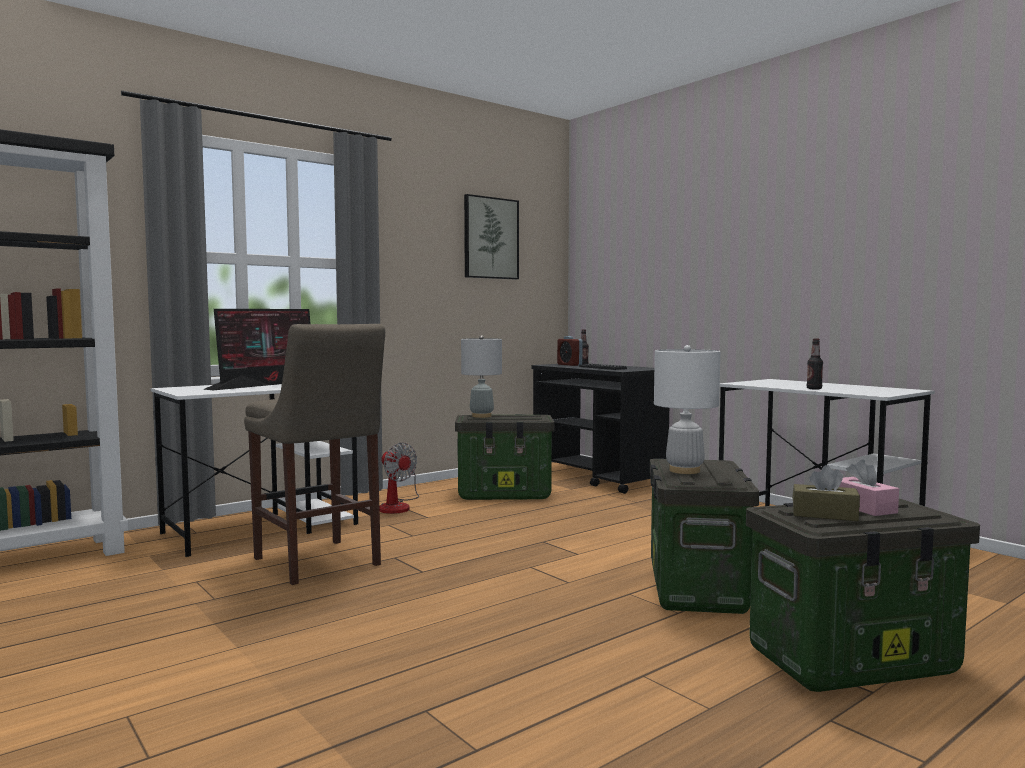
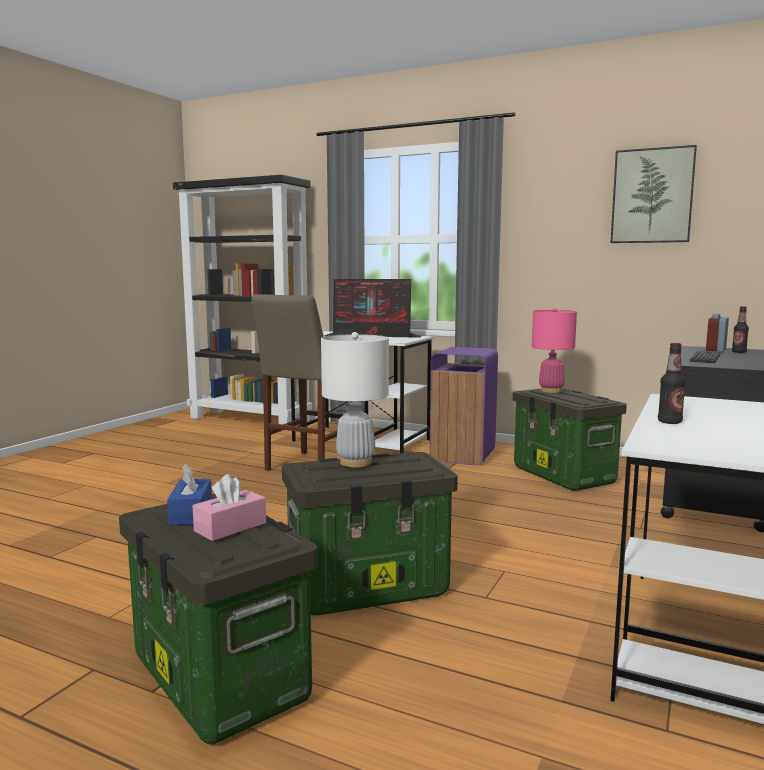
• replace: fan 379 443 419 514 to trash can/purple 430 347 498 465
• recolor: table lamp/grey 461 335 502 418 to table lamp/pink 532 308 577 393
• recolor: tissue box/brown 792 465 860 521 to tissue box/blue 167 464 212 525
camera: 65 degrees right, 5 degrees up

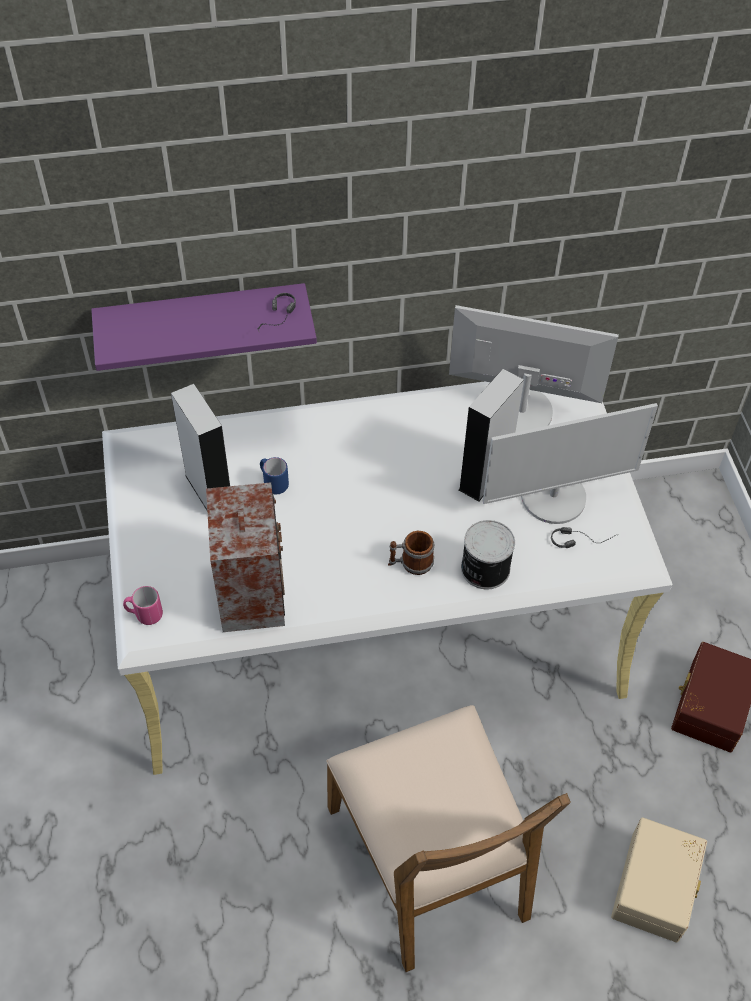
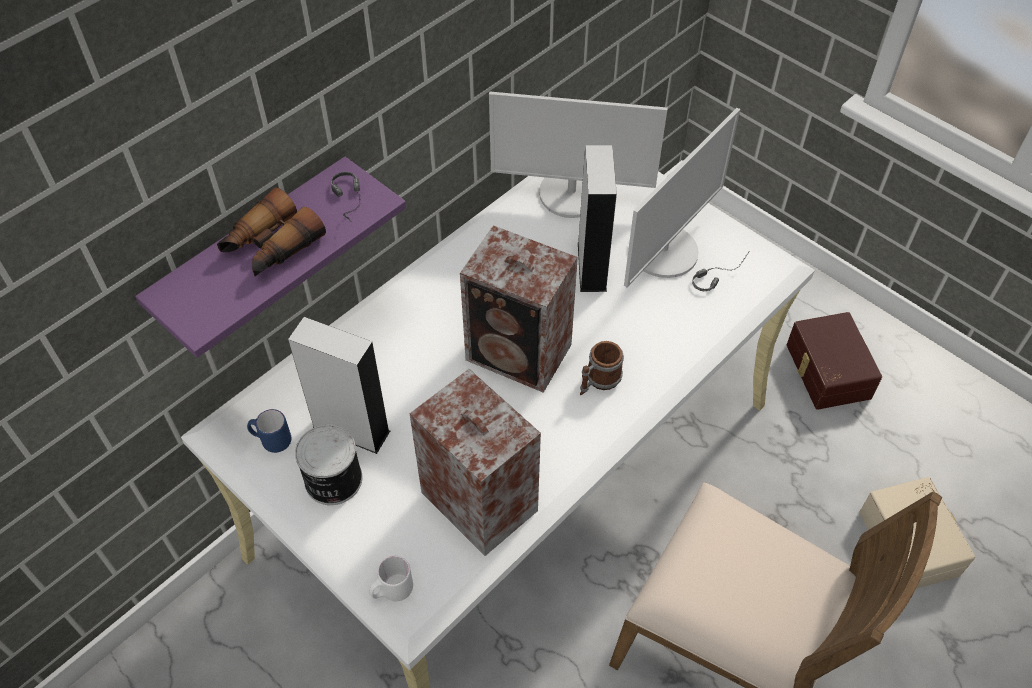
• insert: binoculars 217 187 326 277
• insert: speaker 460 225 578 393
• move: mug/blue 260 457 289 494 to 247 409 291 453
• move: can 461 520 515 589 to 295 424 363 505
• recolor: mug/pink 123 586 163 625 to mug/white 369 556 413 601
• rotate: monitor 449 305 619 432 = 489 91 667 218 150 degrees counterclockwise
camera: 35 degrees left, 0 degrees up

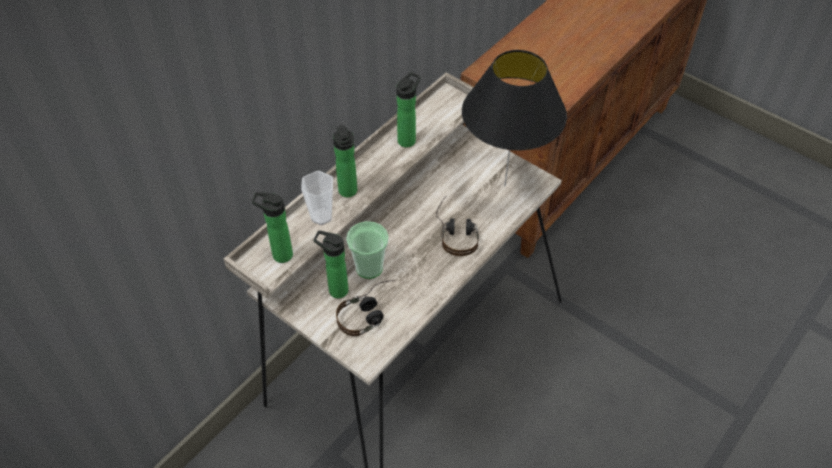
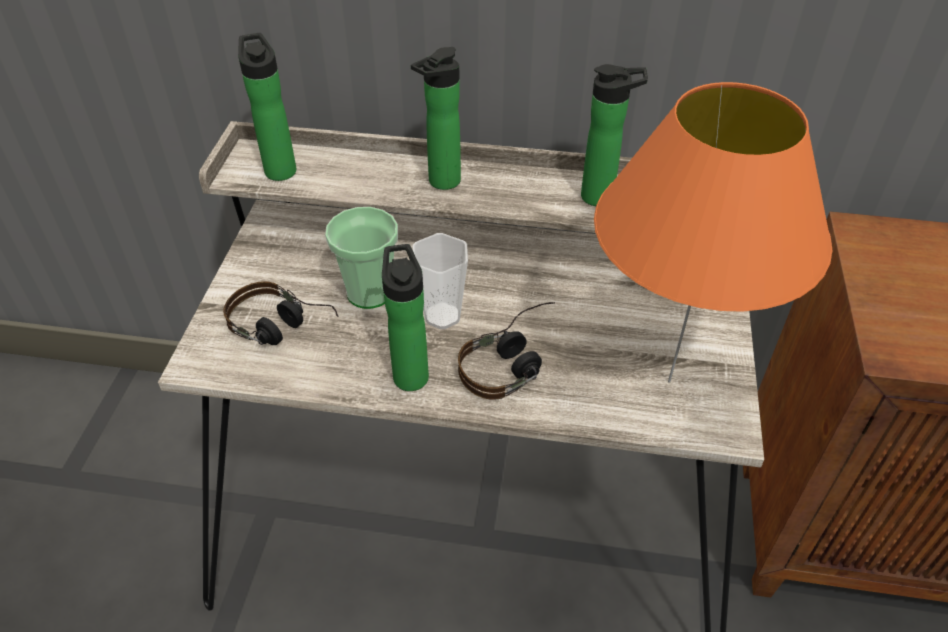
• move: cup 301 171 333 225 to 413 233 468 329
• move: bottle 314 230 349 299 to 382 244 429 391
• recolor: table lamp/black 462 50 567 186 to table lamp/orange 594 82 832 383
camera: 60 degrees right, 5 degrees down

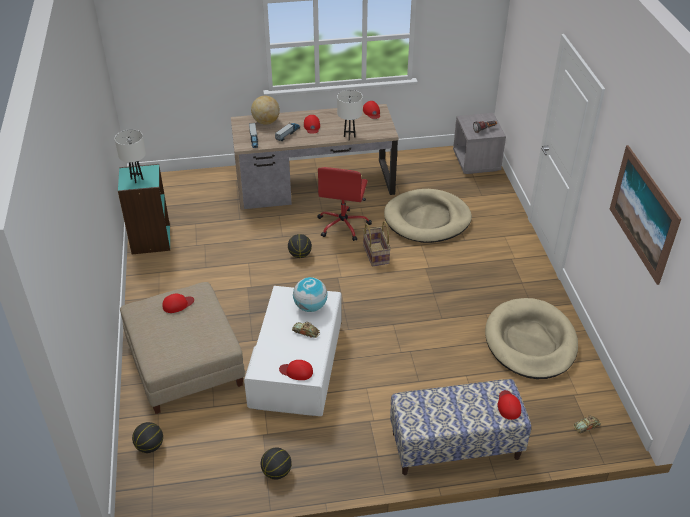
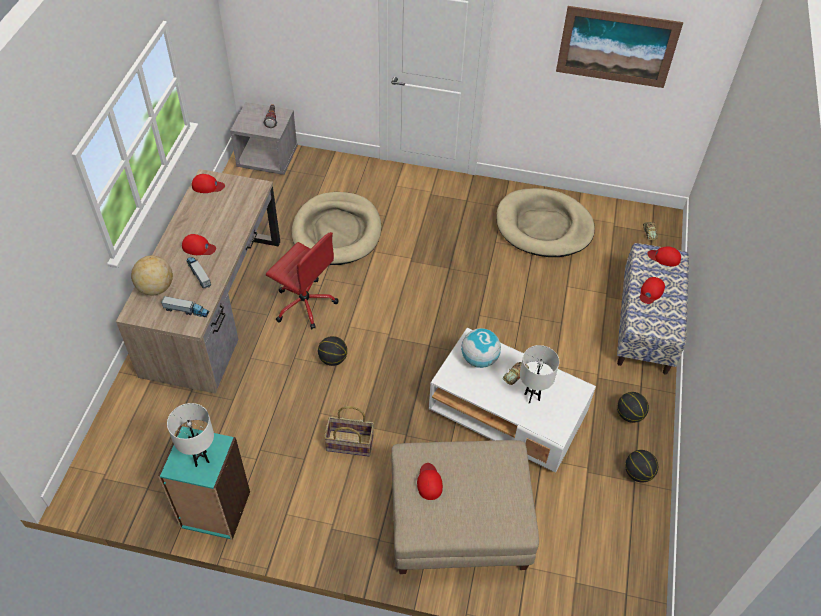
• move: basketball 132 422 163 453 to 617 392 649 423
• move: cap/red 279 360 313 380 to 640 277 665 304
• move: table lamp/white 337 90 363 140 to 520 345 559 404
• move: basket 363 221 391 267 to 324 406 374 457
camera: 70 degrees left, 10 degrees up

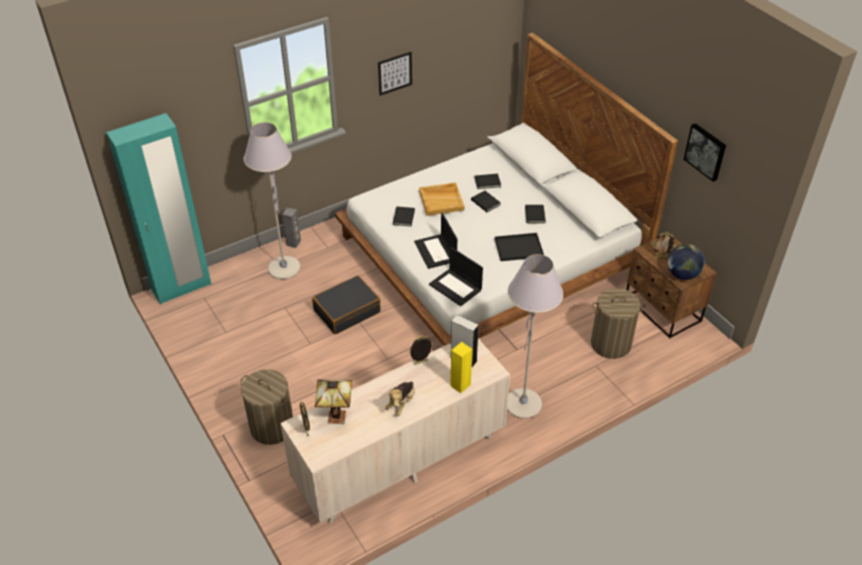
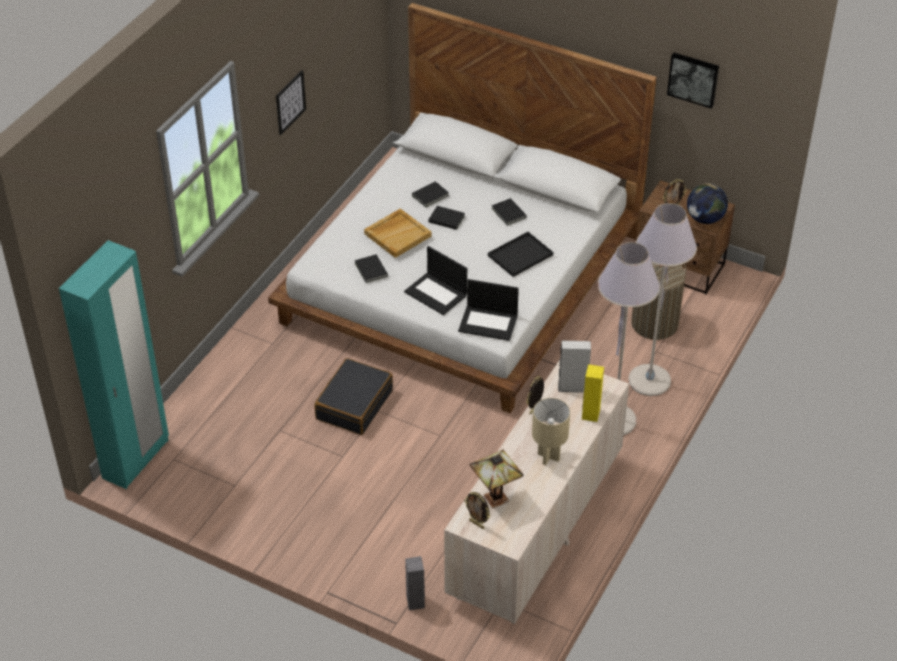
• delete: laundry basket 240 369 293 445
• move: floor lamp/grey 244 122 301 279 to 628 203 697 396
• move: speaker/grey 282 208 301 248 to 405 556 425 610
• replace: plush toy 385 381 415 416 to table lamp/beige 532 398 570 465
camera: 30 degrees left, 0 degrees up

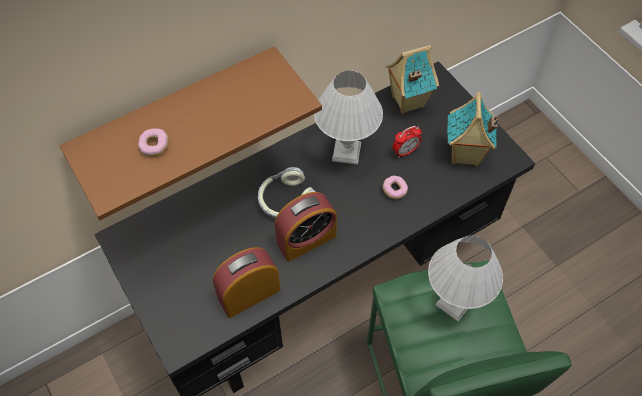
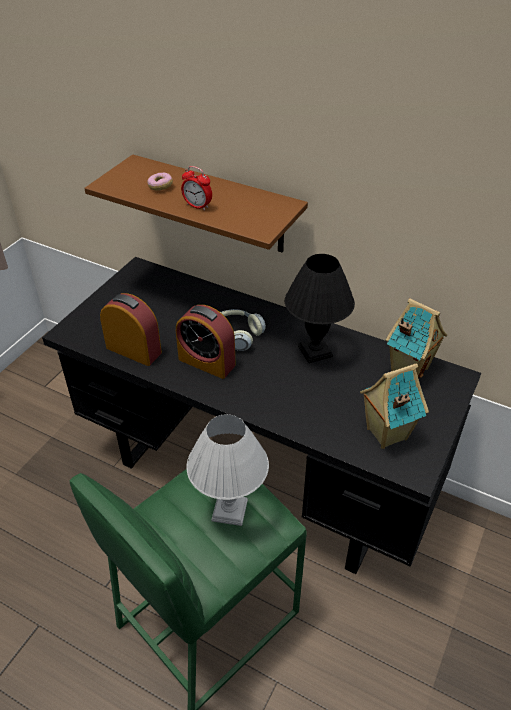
• delete: donut 383 176 408 199
• move: alarm clock 393 126 422 158 to 181 166 212 211
• recolor: table lamp/white 314 70 383 164 to table lamp/black 285 254 355 363
camera: 60 degrees right, 15 degrees down

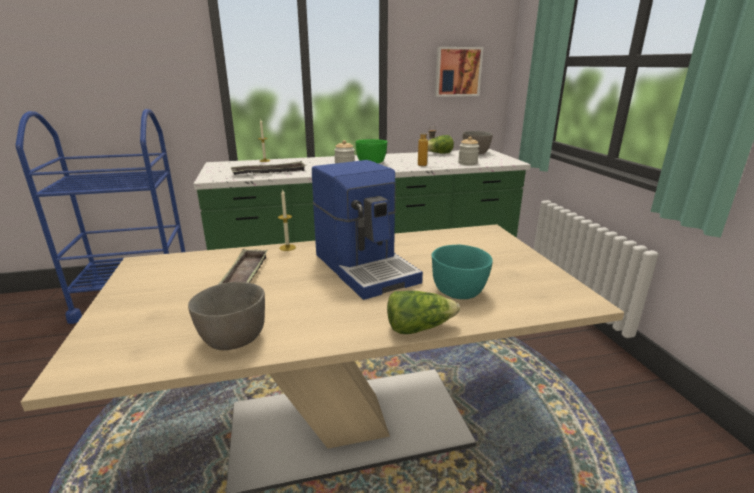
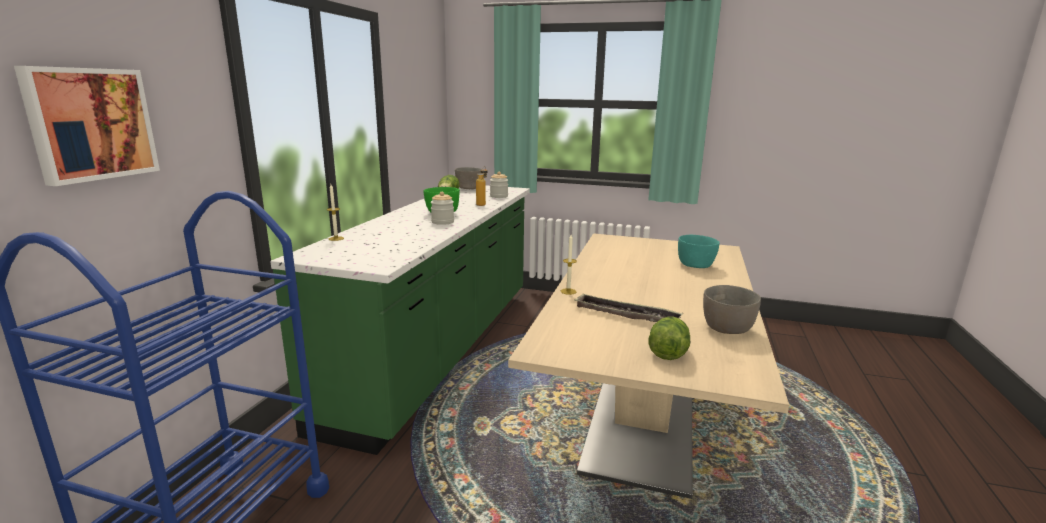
• delete: tray 230 161 306 175
• delete: coffee machine 312 160 423 300
• move: lettuce 387 291 460 334 to 648 317 690 360
• move: picture 435 47 483 97 to 14 66 160 186
camera: 60 degrees left, 5 degrees down

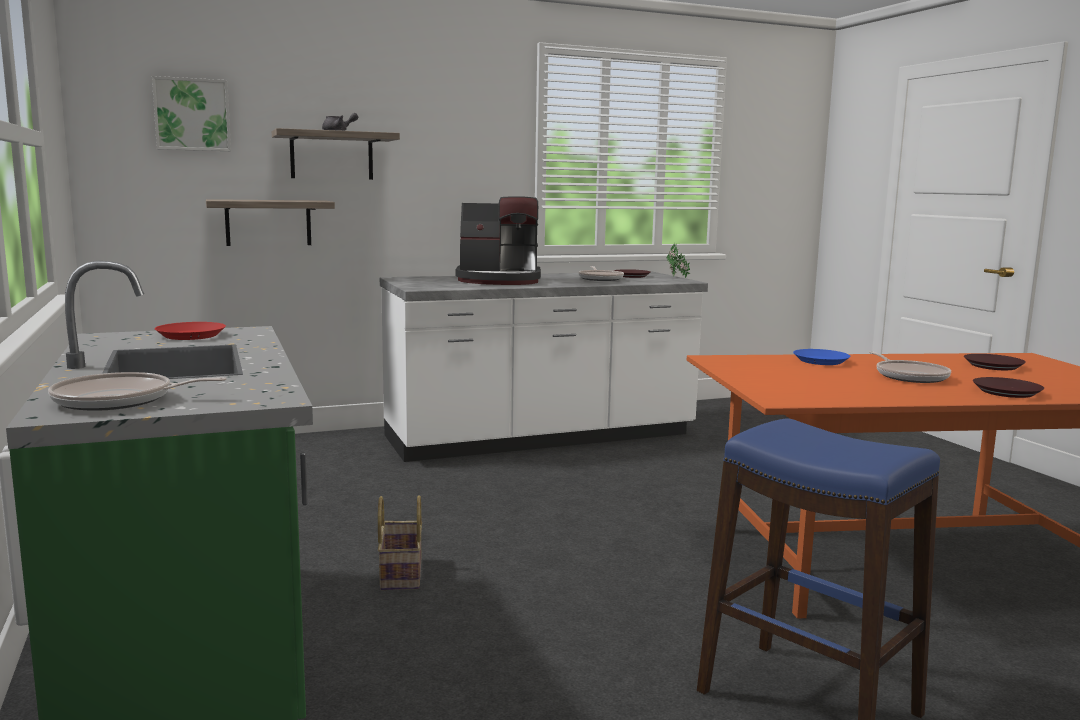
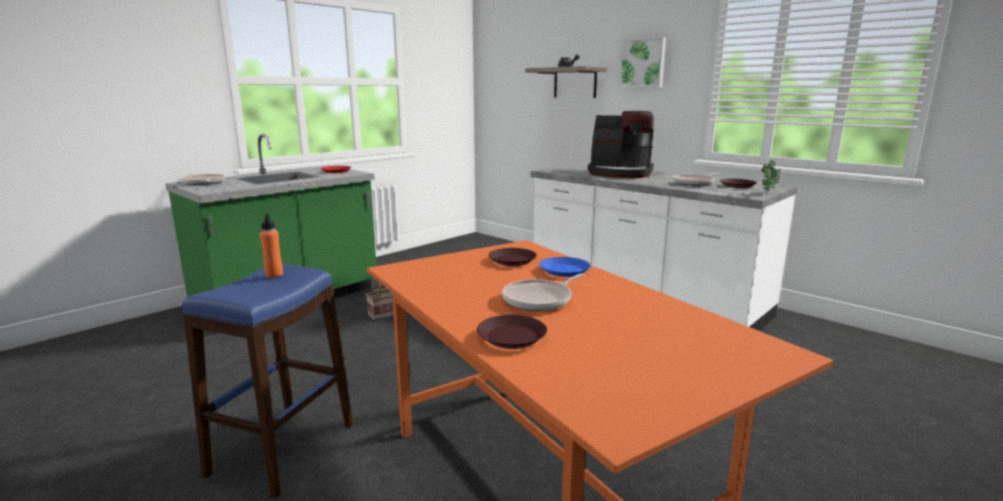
• delete: shelf 206 199 335 246
• insert: bottle/orange 260 213 283 278
• move: picture 152 76 231 151 to 619 37 666 87
• move: plate/brown 964 354 1026 370 to 488 248 537 266
• rotate: coffee machine 455 196 541 285 = 588 111 654 178 45 degrees counterclockwise
camera: 65 degrees right, 5 degrees up

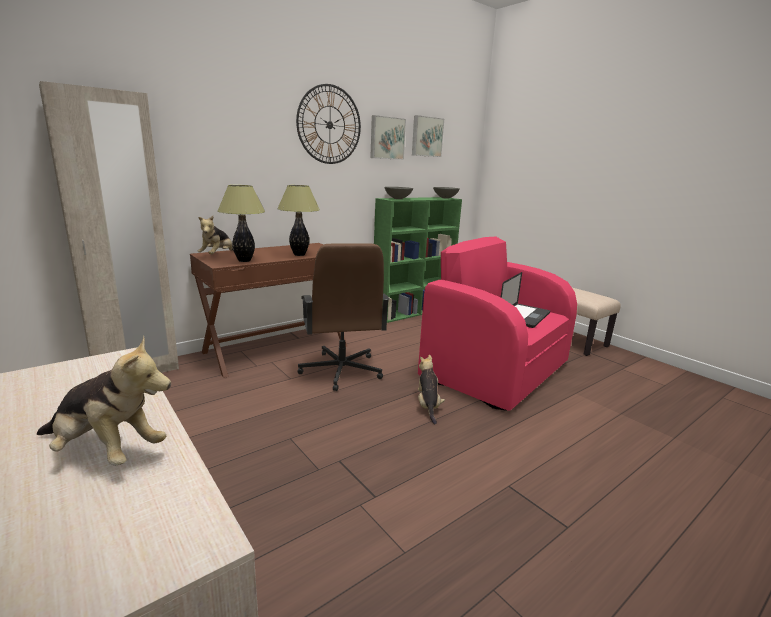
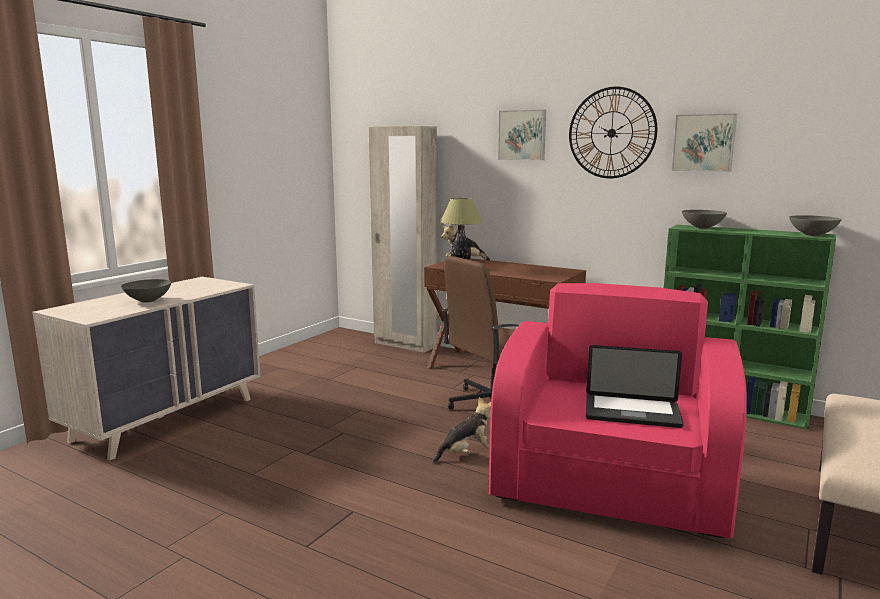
• delete: table lamp 277 185 320 256
• move: picture 412 115 444 157 to 498 110 546 160
• replace: plush toy 37 336 171 466 to bowl/grey 121 279 171 303
camera: 70 degrees right, 5 degrees down

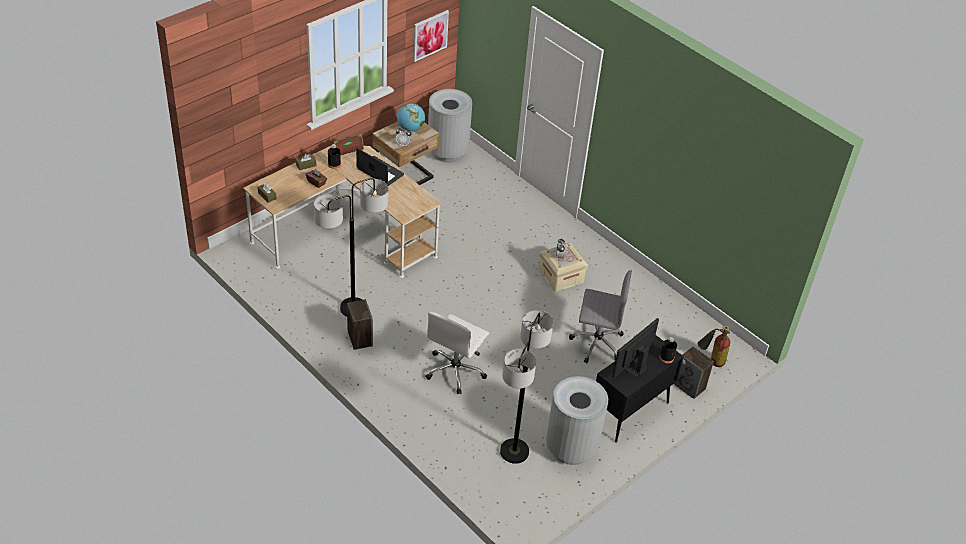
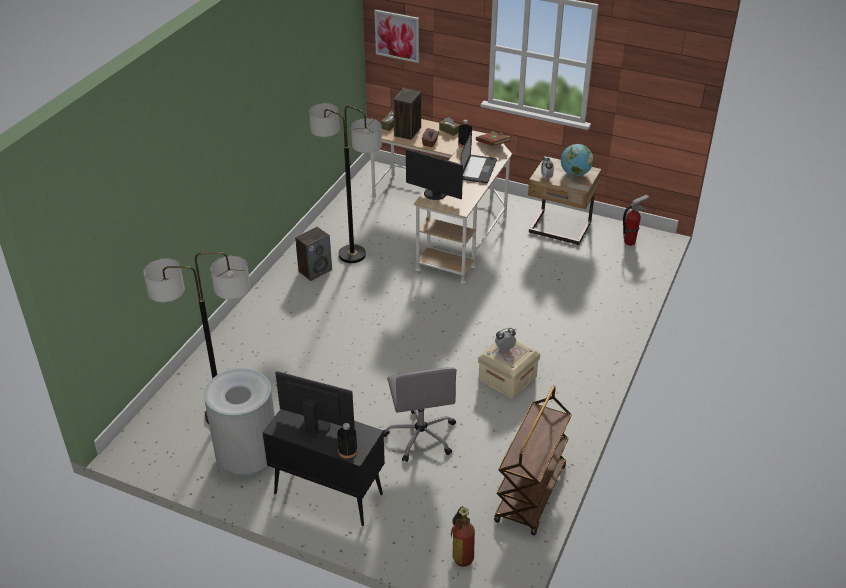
• delete: office chair/white 425 312 489 394
• insert: monitor 406 148 463 200
• insert: cart/brown 494 386 572 536
• move: picture 413 10 449 62 to 374 10 419 63
• move: speaker 674 347 714 399 to 393 88 421 140
• replace: trash can/grey 428 89 472 163 to fire extinguisher 623 194 650 246
camera: 70 degrees right, 5 degrees down

